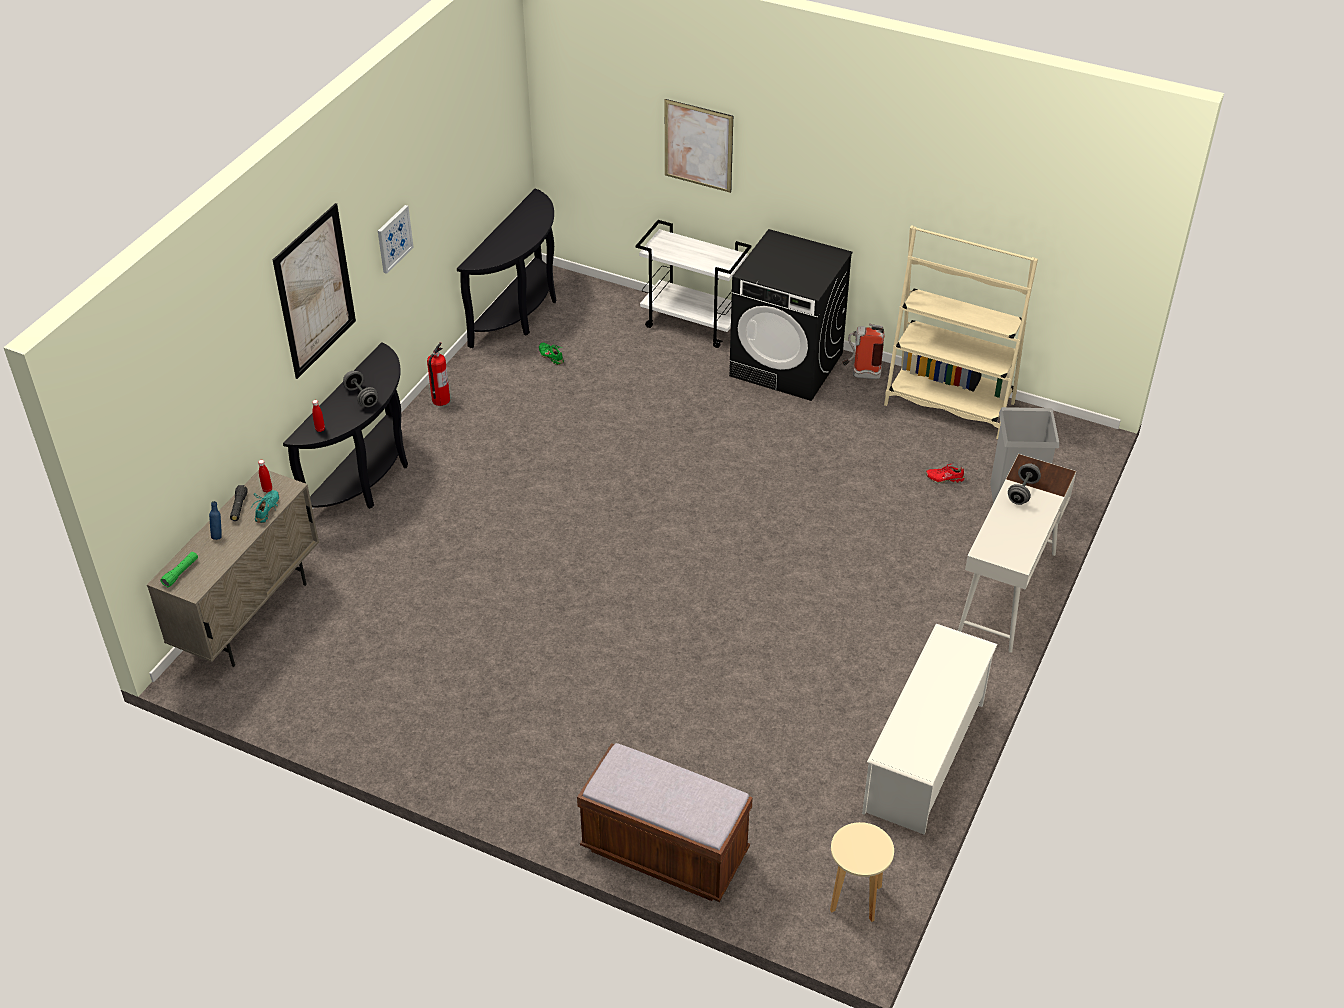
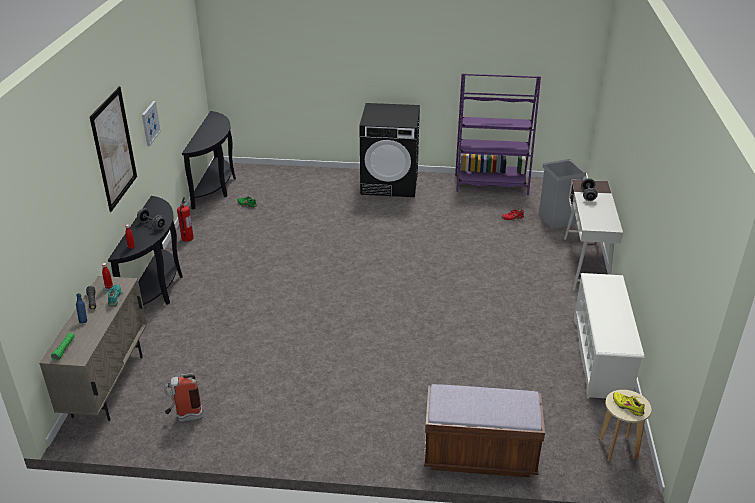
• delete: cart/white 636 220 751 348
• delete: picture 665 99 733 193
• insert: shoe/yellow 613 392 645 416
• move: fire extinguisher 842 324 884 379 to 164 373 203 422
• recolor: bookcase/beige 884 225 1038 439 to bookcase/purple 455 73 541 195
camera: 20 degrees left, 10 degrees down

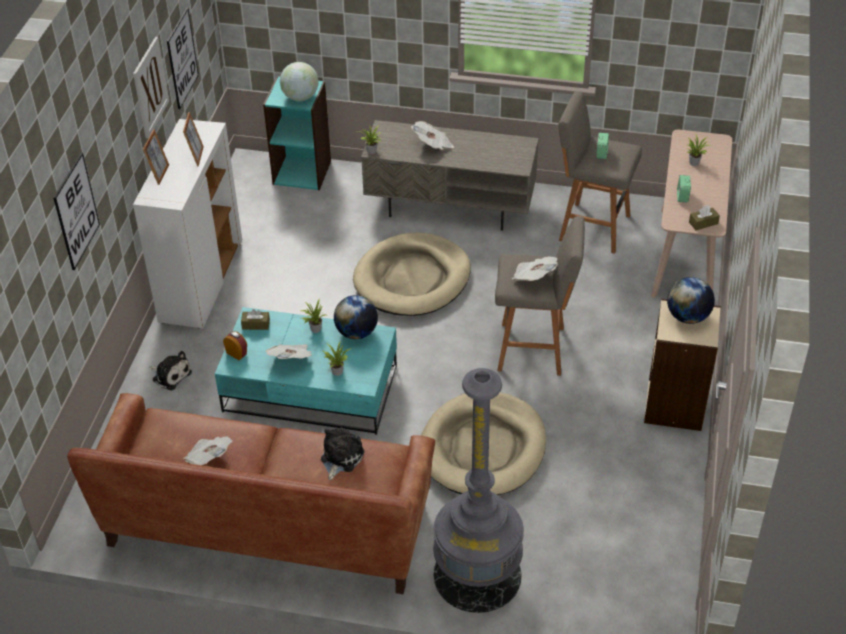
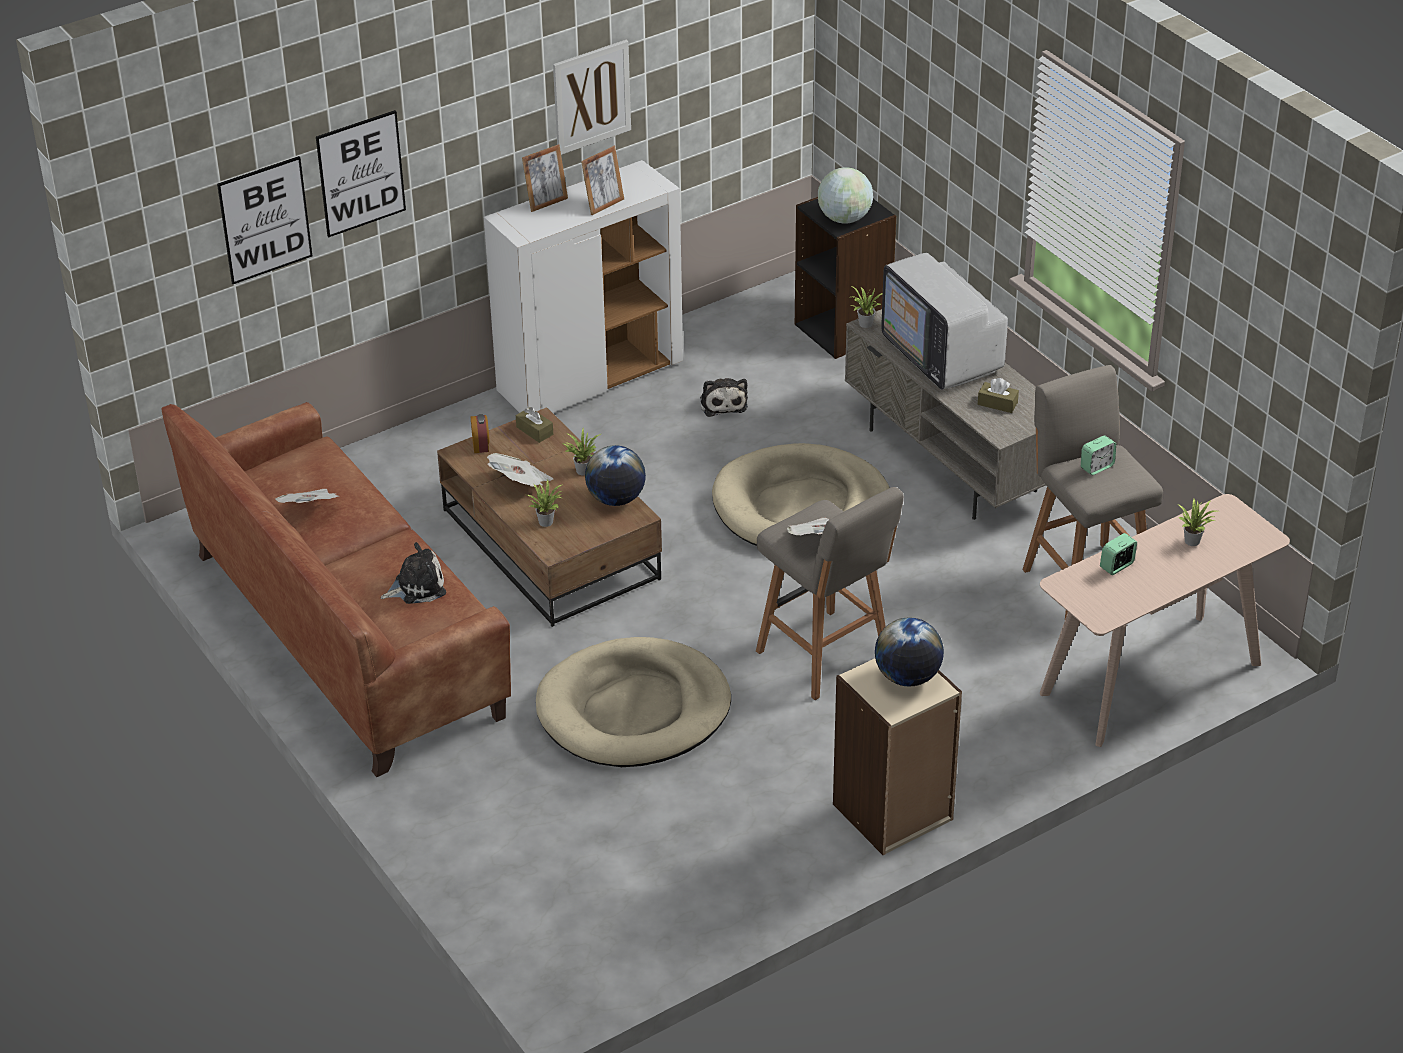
• delete: floor lamp/grey 433 368 524 613
• move: plush toy 149 351 192 390 to 700 378 748 417
• move: picture 167 8 199 109 to 217 156 312 284
• move: tissue box/brown 689 205 720 230 to 978 378 1019 413
• replace: newspaper 411 121 454 150 to television 881 253 1008 390
• recolor: coffee table/turquoise 215 307 397 435 to coffee table/brown 437 407 662 627
• recolor: bookcase/turquoise 263 76 331 190 to bookcase/black 795 197 896 359
camera: 45 degrees right, 5 degrees down

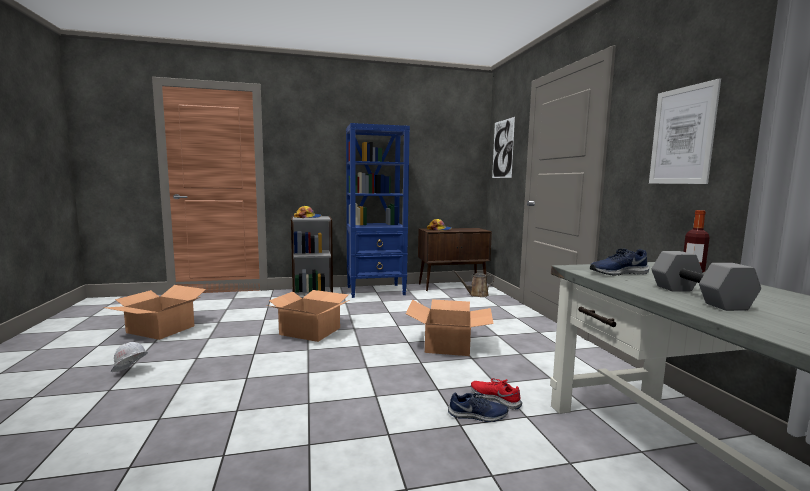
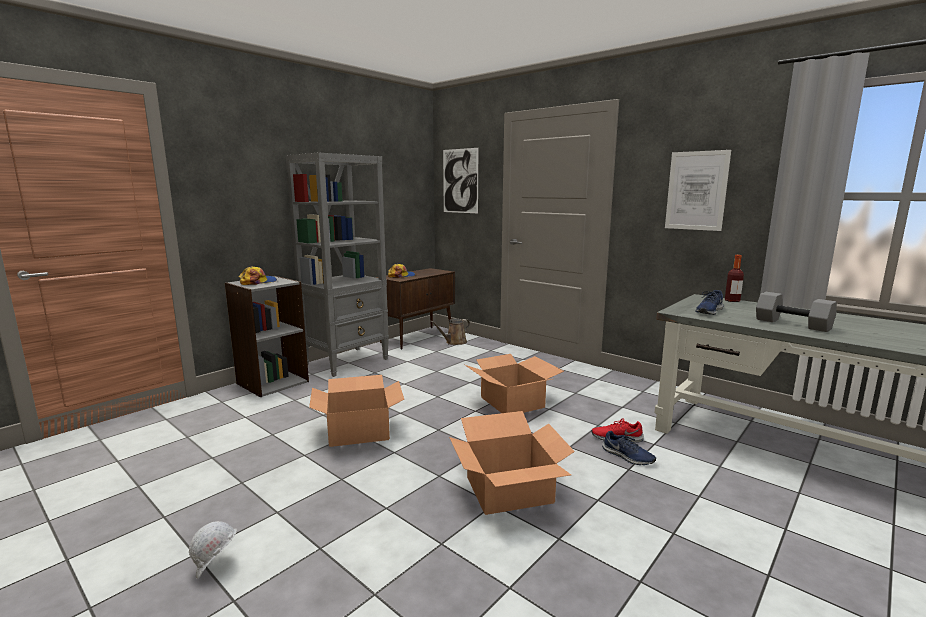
• move: cardboard box 103 285 206 340 to 449 411 575 515
• recolor: bookcase/blue 346 123 410 298 to bookcase/grey 286 152 389 377
• rotate: shoe/blue 448 392 508 422 = 602 431 656 465 75 degrees clockwise
camera: 35 degrees left, 5 degrees up

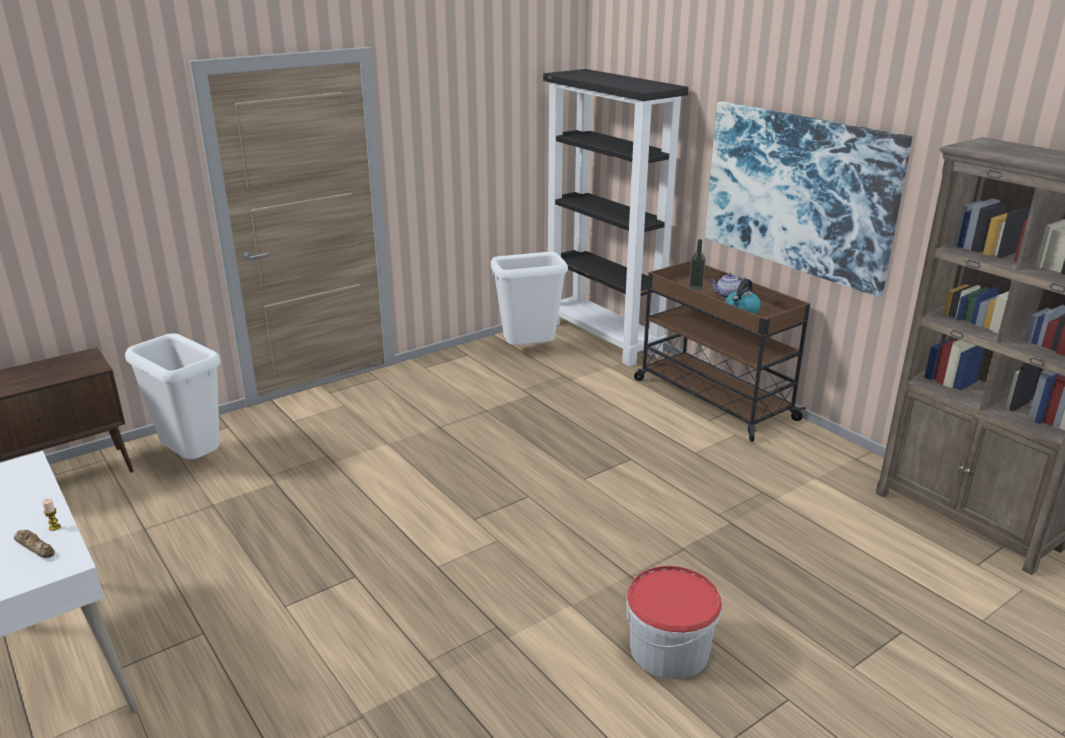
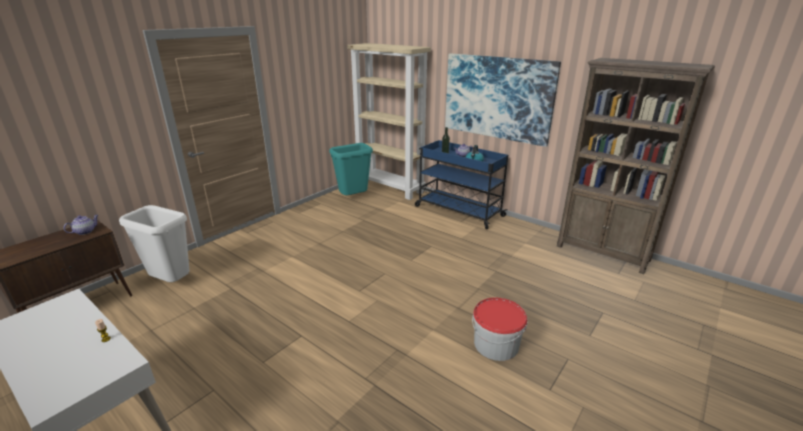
• delete: bread 14 530 55 558
• insert: teapot 64 215 98 235
• recolor: trash can/white 491 252 568 345 to trash can/turquoise 329 143 373 195
• recolor: bookcase/black 543 69 688 367 to bookcase/beige 347 43 431 200
• recolor: cart/brown 634 261 810 442 to cart/blue 415 140 508 230
camera: 15 degrees left, 0 degrees up

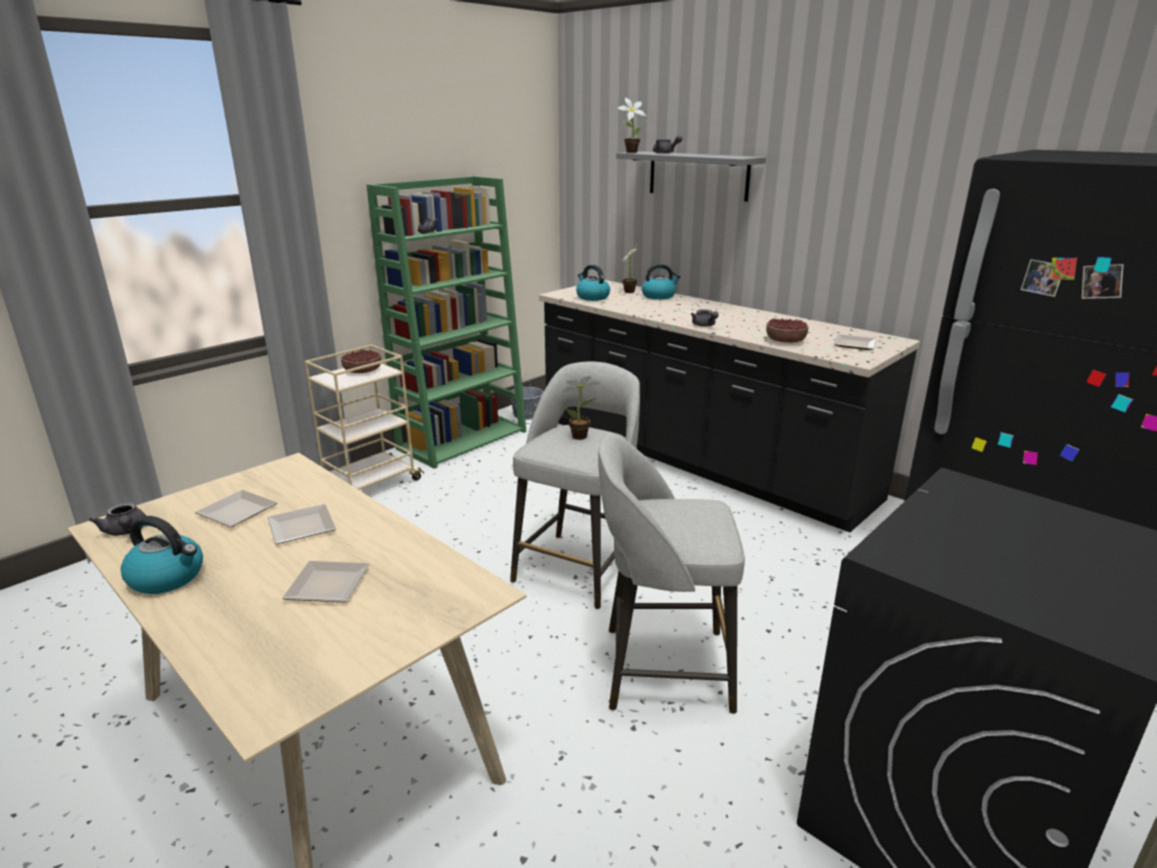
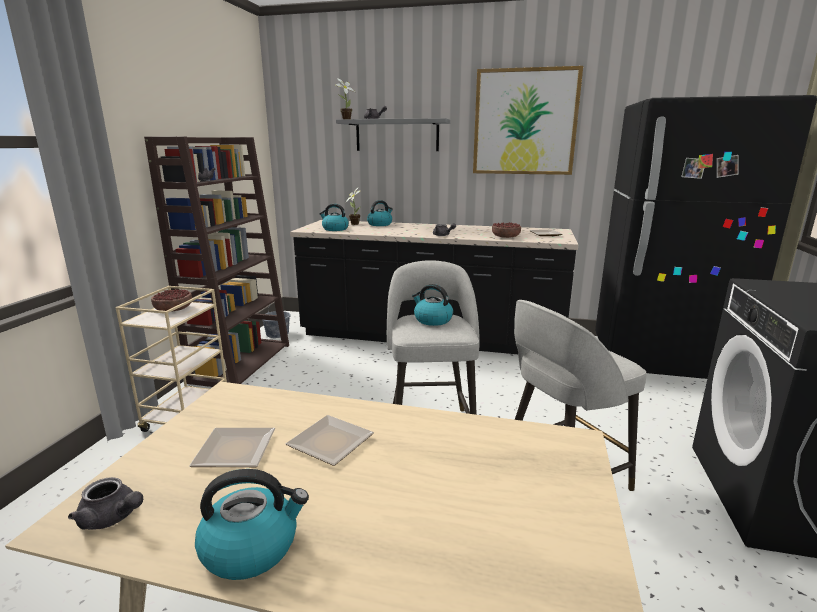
• delete: plate 282 561 369 603
• insert: picture 473 66 583 175
• replace: potted plant 562 376 601 440 to kettle 412 284 453 326
• recolor: bookcase/green 367 176 526 469 to bookcase/brown 144 137 289 387
camera: 30 degrees left, 5 degrees down

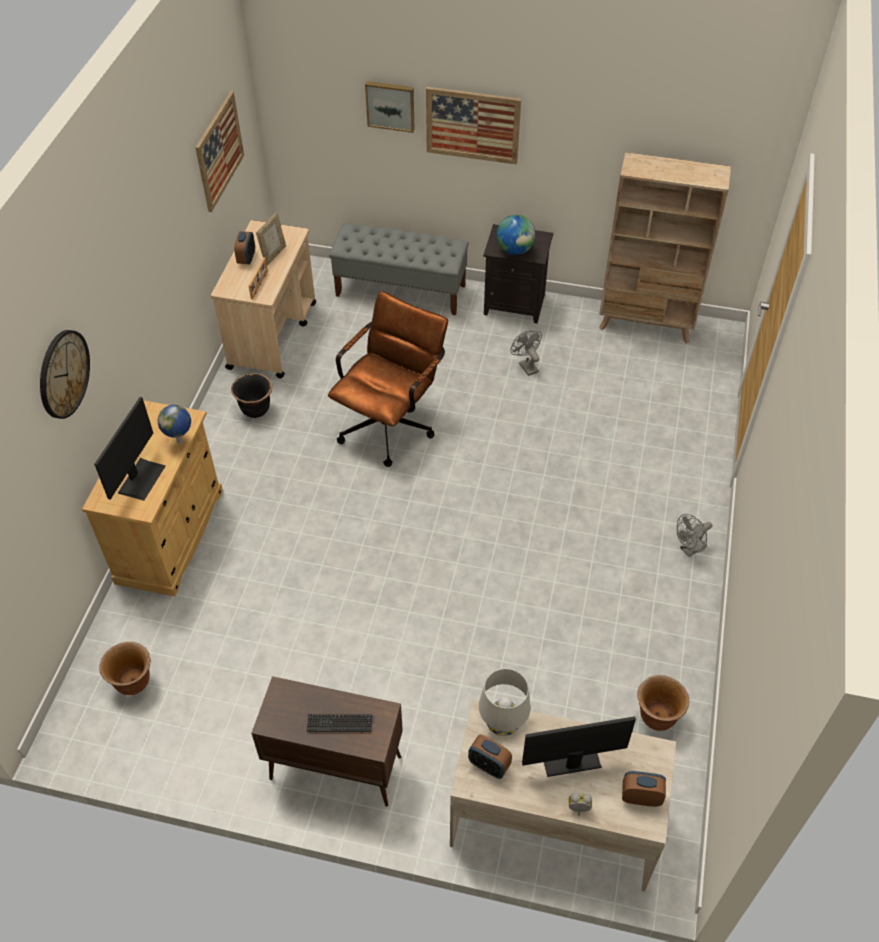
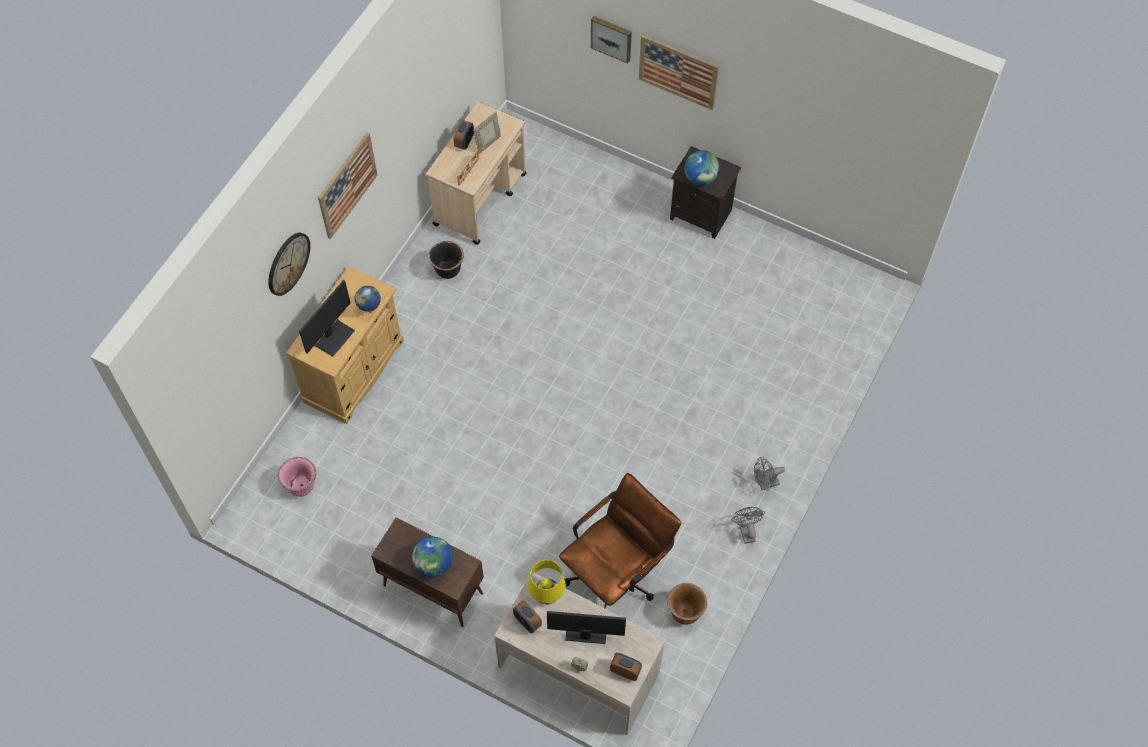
• delete: bench/grey 329 223 469 315
• delete: bookcase/beige 599 152 731 344
• move: picture 195 91 244 212 to 318 132 378 239
• move: office chair/brown 328 291 448 467 to 559 473 681 609
• move: fan/grey 511 331 542 376 to 731 507 765 544
• replace: keyboard 307 714 372 733 to globe 412 537 453 577
• recolor: planter/brown 99 642 151 695 to planter/pink 278 457 316 497
• recolor: table lamp/white 479 668 531 736 to table lamp/yellow 528 560 566 605
camera: 15 degrees right, 10 degrees up

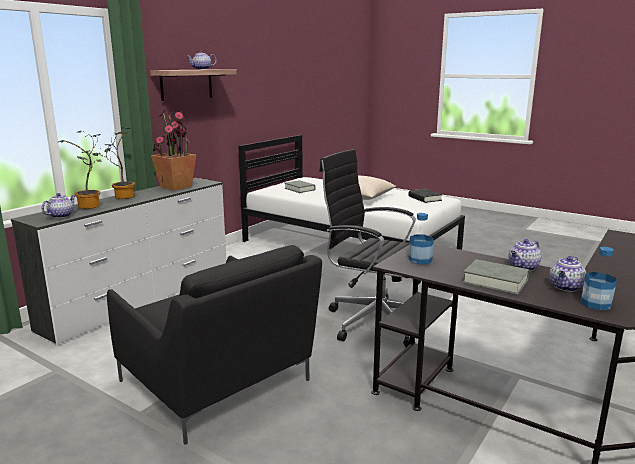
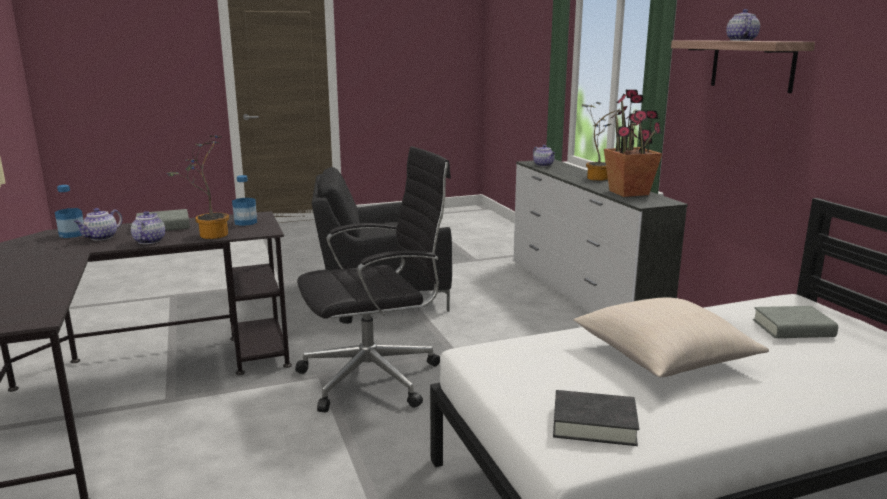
• move: potted plant 57 131 103 209 to 167 135 229 239
• rotate: teapot 549 256 586 292 = 74 208 122 240 135 degrees counterclockwise
camera: 125 degrees right, 0 degrees up

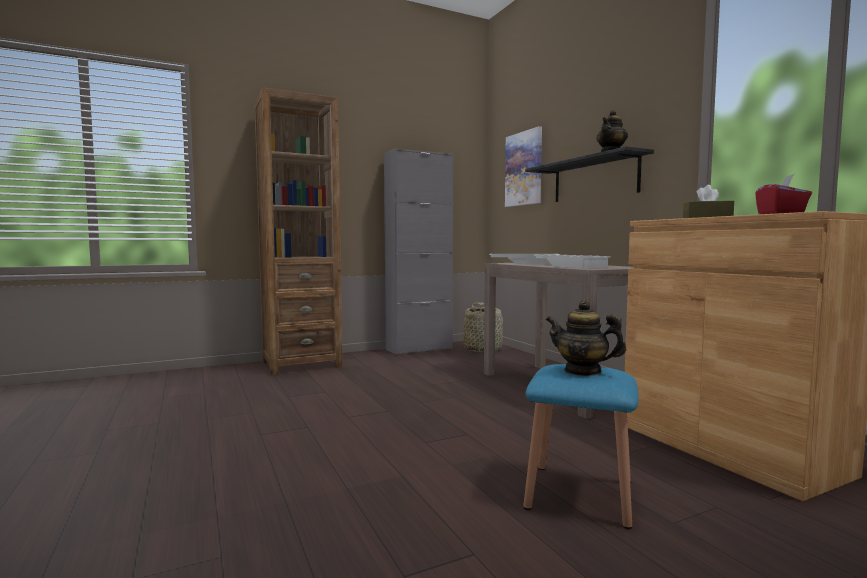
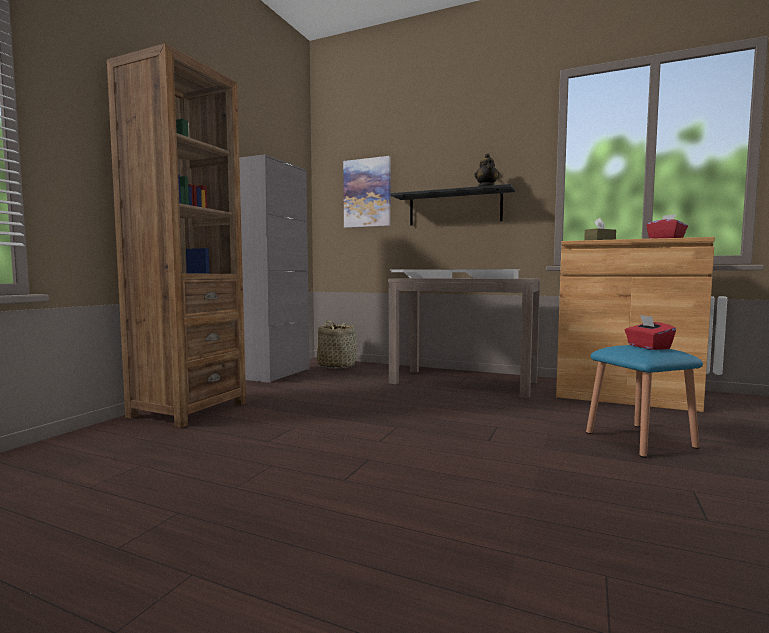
• replace: teapot 546 300 626 376 to tissue box/red 625 315 676 350
camera: 40 degrees left, 0 degrees up

